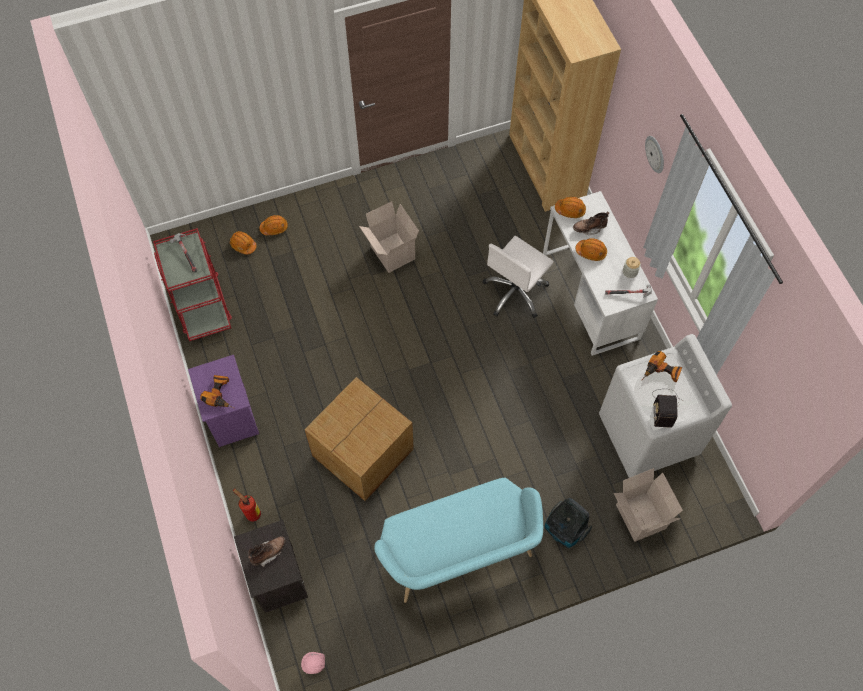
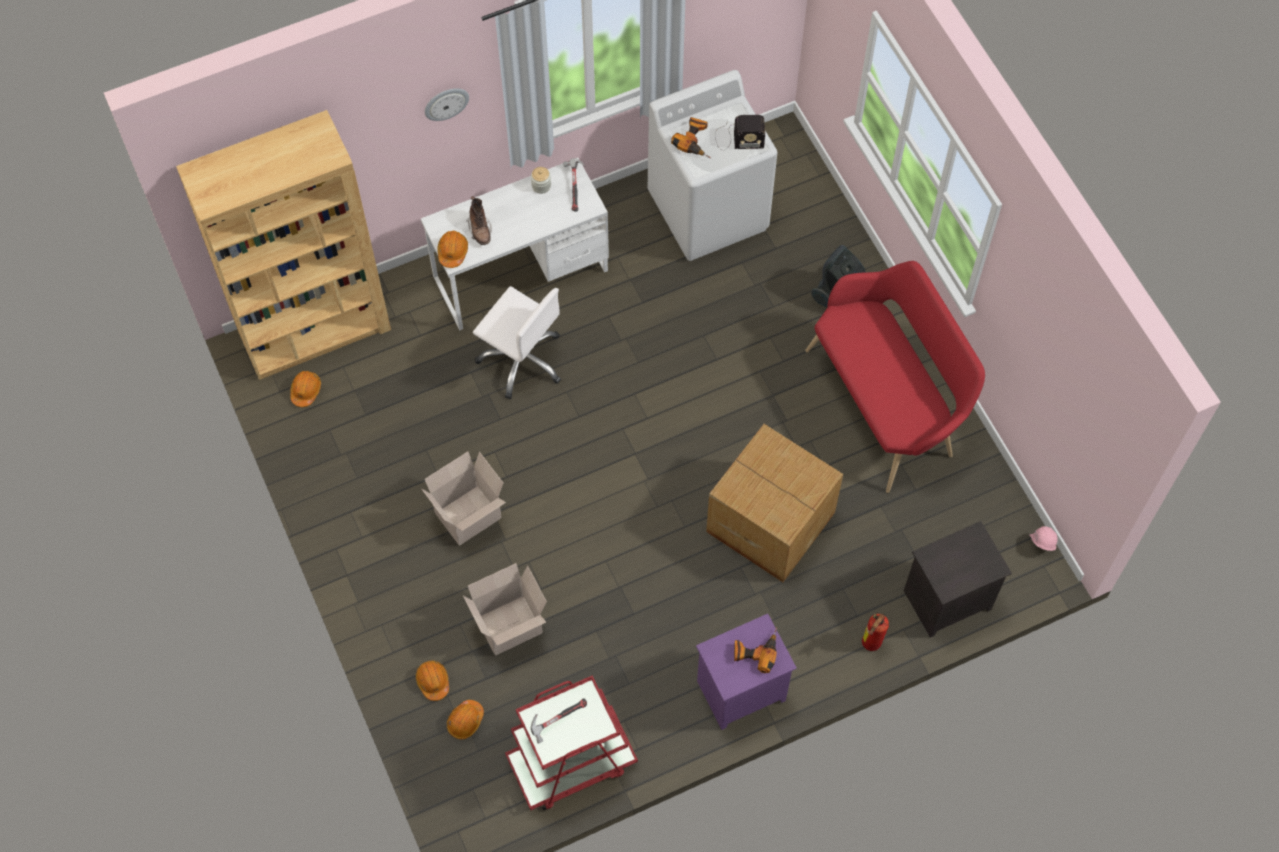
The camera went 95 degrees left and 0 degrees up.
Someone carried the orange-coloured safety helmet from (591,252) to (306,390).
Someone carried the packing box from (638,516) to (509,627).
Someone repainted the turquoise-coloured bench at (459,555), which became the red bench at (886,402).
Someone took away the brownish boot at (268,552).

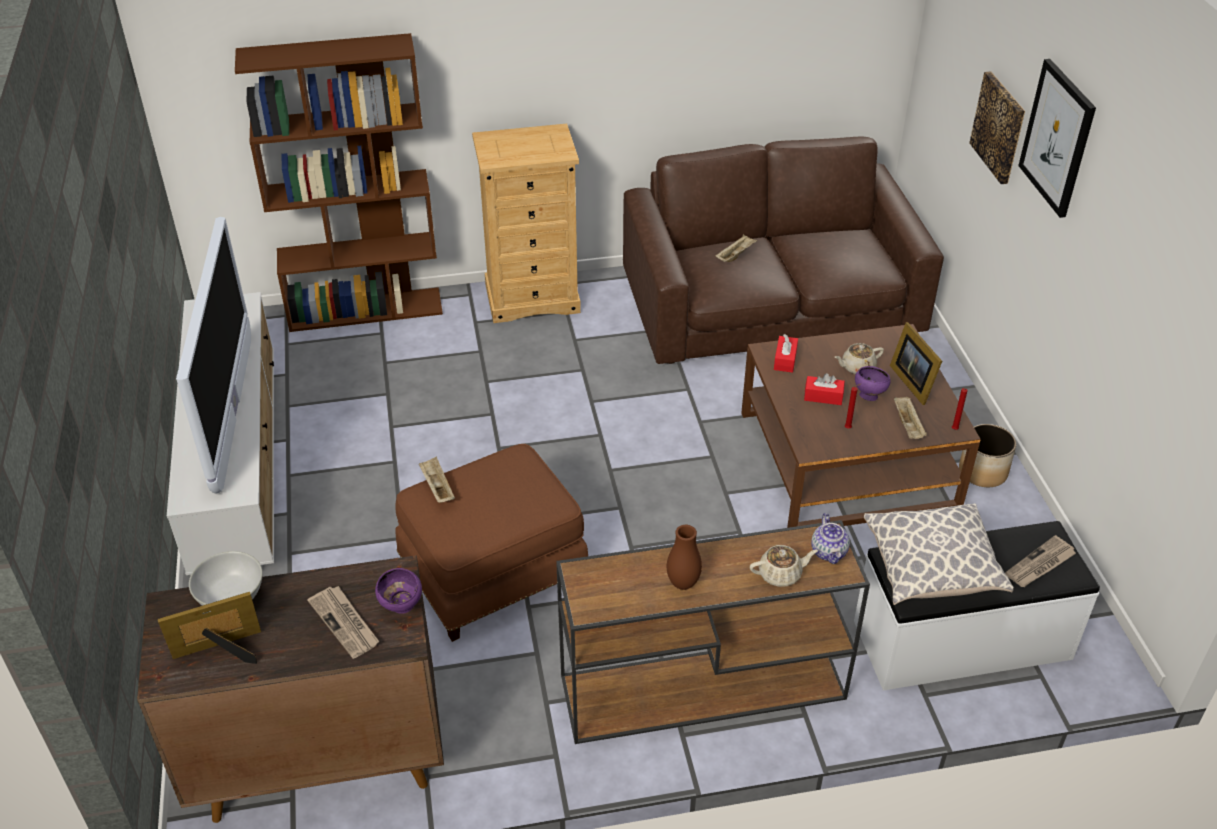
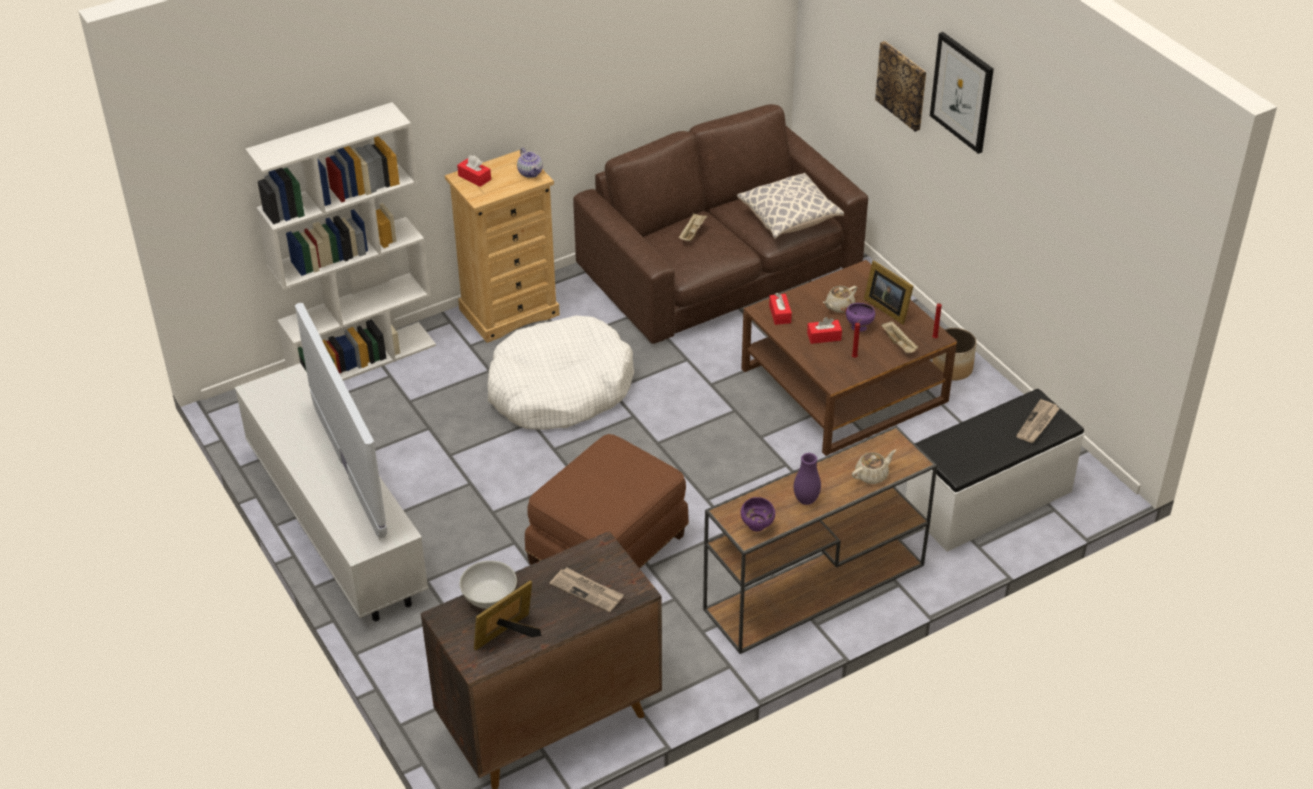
The camera went 20 degrees left and 0 degrees up.
Someone repainted the brownish shelving unit at (366,309), which became the white-coloured shelving unit at (362,358).
Someone put down the red tissue box at (474,177).
Someone put down the white-coloured dog bed at (559,389).
Someone carried the teapot from (829,552) to (530,173).
Someone carried the throw pillow from (931,569) to (789,219).
Someone carried the purplish deep dish from (402,607) to (757,527).
Someone repainted the brownish flower vase at (683,583), which became the purplish flower vase at (806,500).
Someone took away the beige carrying tray at (437,487).

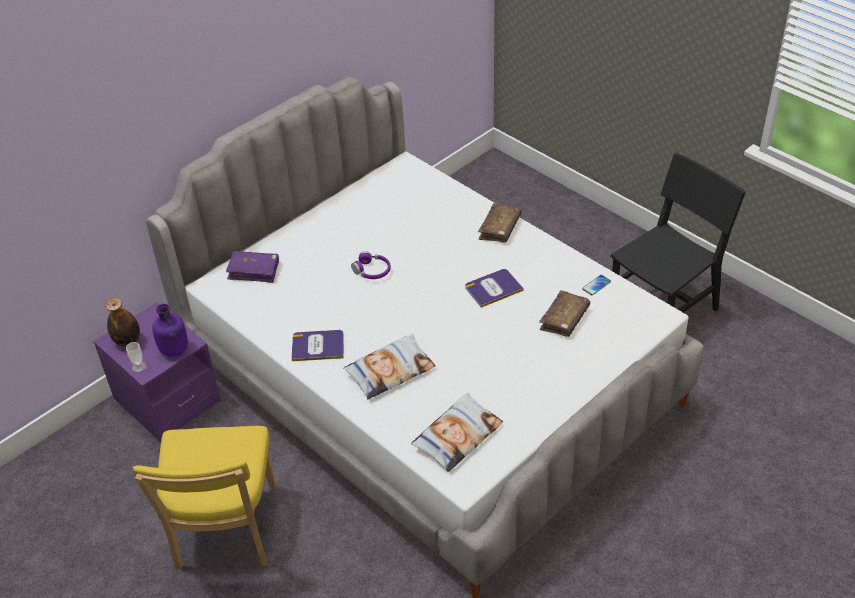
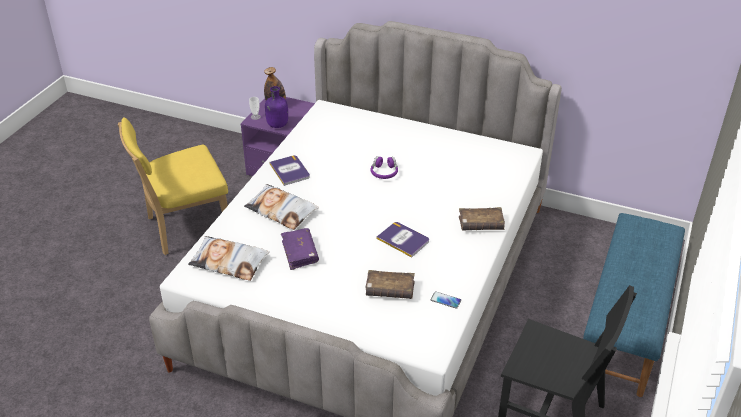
The camera went 65 degrees right and 5 degrees down.
Someone carried the purplish book from (254,271) to (300,253).
Someone put down the blue-coloured bench at (627,324).

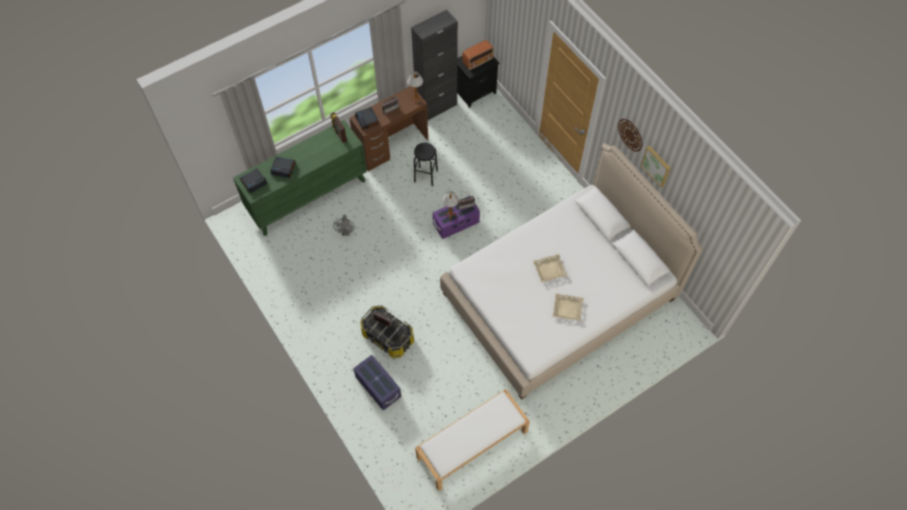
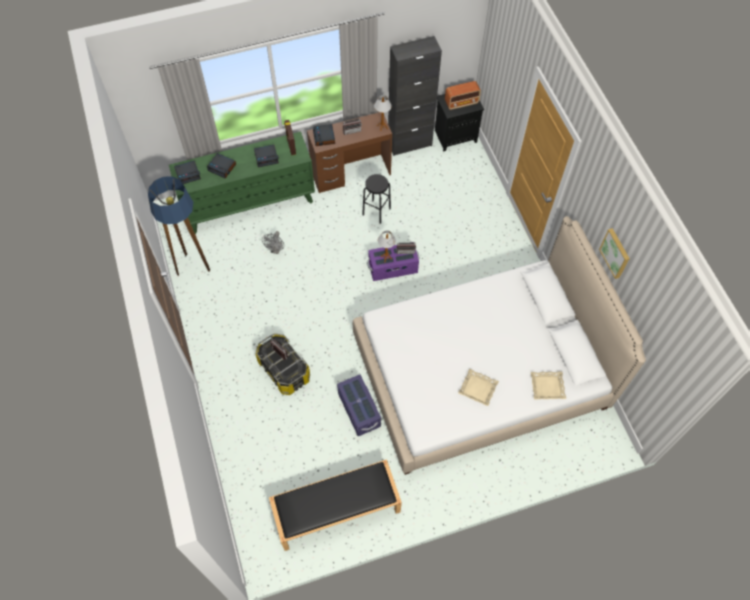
The camera went 15 degrees right and 0 degrees up.
Someone put down the standing lamp at (194,267).
Someone put down the table clock at (266,157).
Someone repainted the white-coloured bench at (471,445), which became the black bench at (336,510).
Someone carried the purplish storage box from (378,387) to (359,410).
Someone carried the beige carrying tray from (549,269) to (547,386).
Someone took away the hanging clock at (630,134).

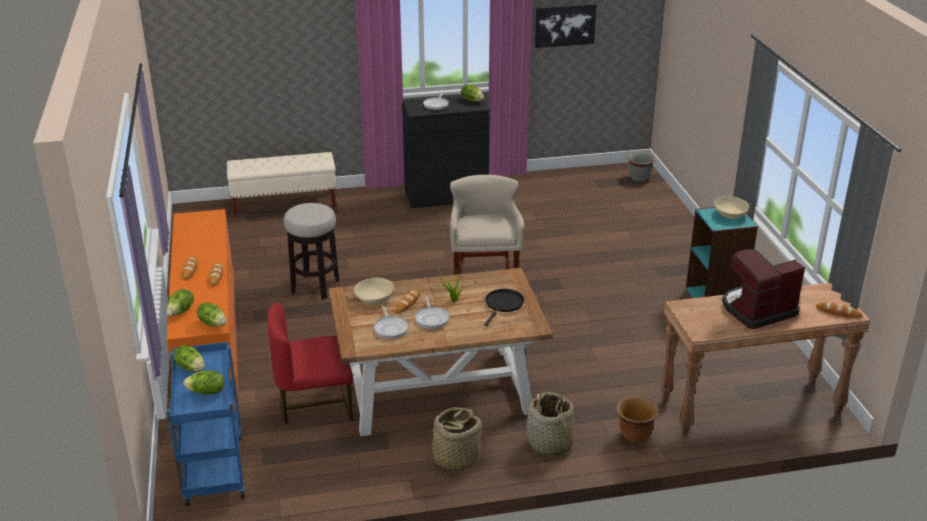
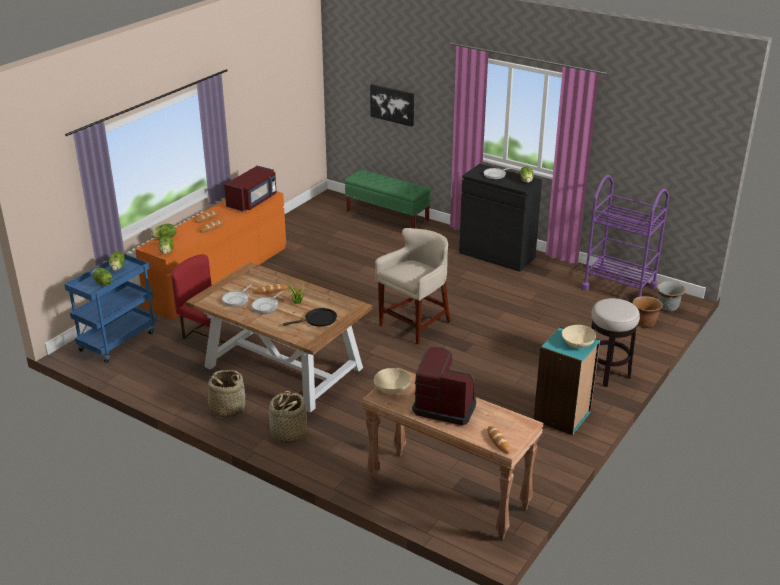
The camera went 45 degrees right and 0 degrees up.
Someone put down the red kitchen microwave at (253,201).
Someone repainted the beige bench at (284,204), which became the greenish bench at (387,216).
Someone carried the wall art from (564,25) to (392,104).
Someone carried the beige deep dish from (374,299) to (392,388).
Someone put down the purplish trolley at (619,287).
Someone carried the stool seat from (315,286) to (607,374).
Someone carried the brownish planter from (635,435) to (644,323).

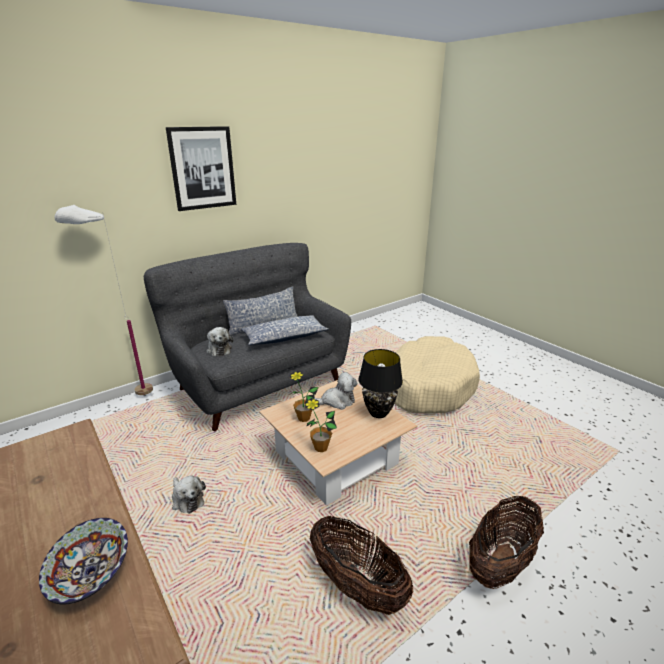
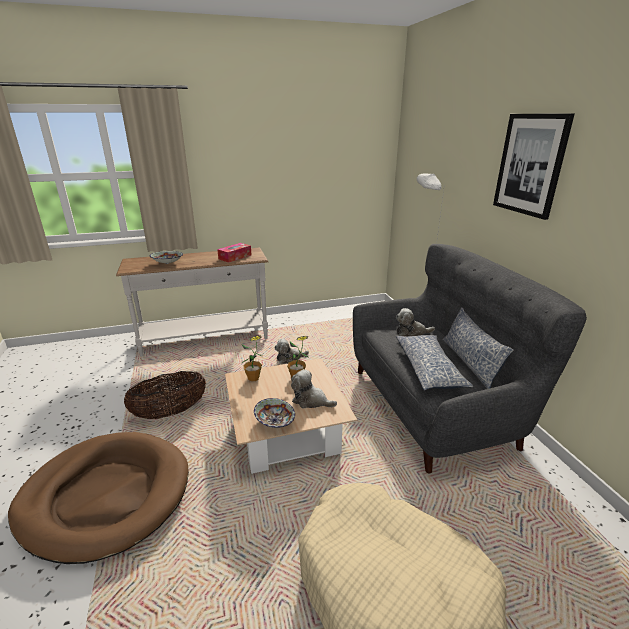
The camera went 110 degrees right and 0 degrees up.
Someone swapped the basket at (500,562) for the brownish dog bed at (106,496).
Someone put down the tissue box at (235,257).
Someone swapped the black lamp for a table at (378,413) for the deep dish at (274,422).
Someone rotated the soft toy at (337,401) by 105 degrees clockwise.

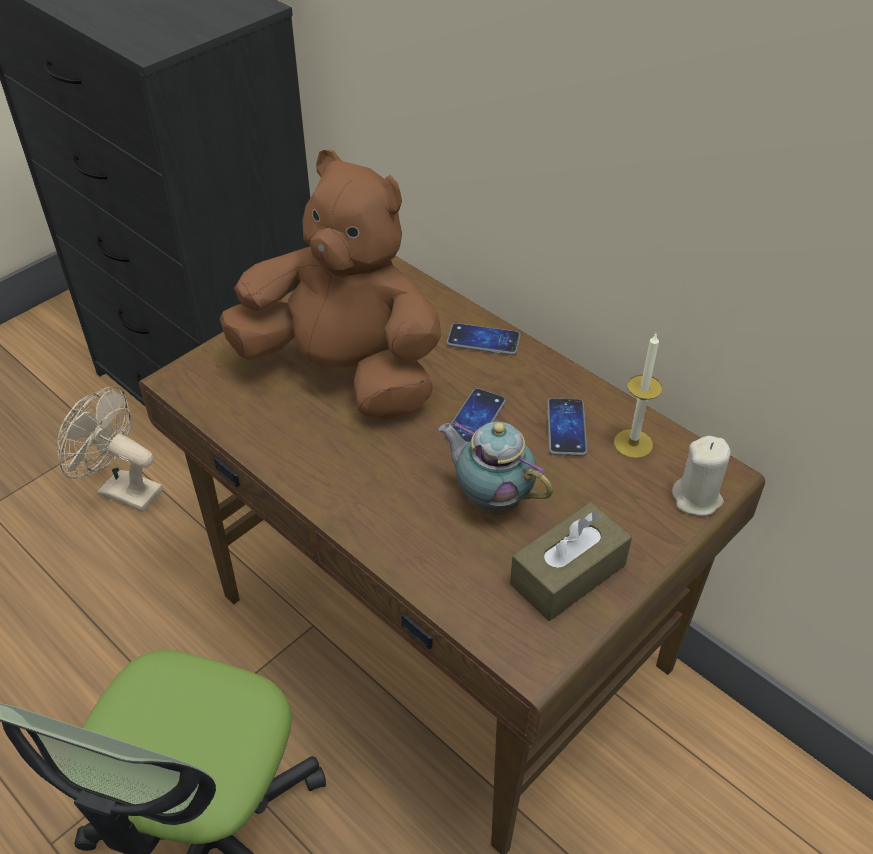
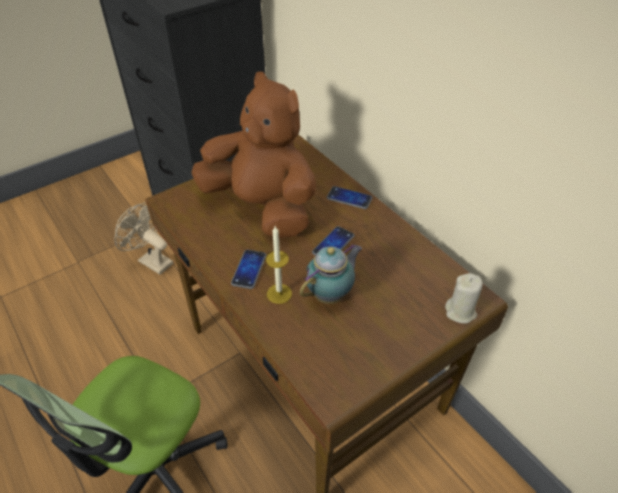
The camera went 10 degrees right and 0 degrees up.
Someone carried the handset from (566,428) to (249,269).
Someone carried the candle from (633,444) to (279,293).
Someone rotated the teapot at (491,499) by 90 degrees clockwise.
Someone took away the brownish tissue box at (568,574).

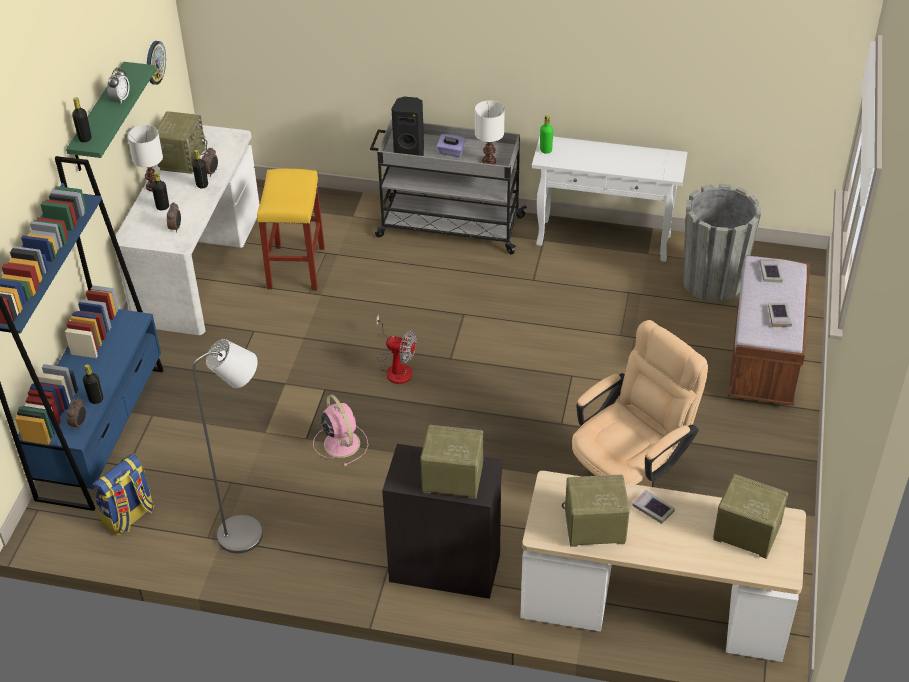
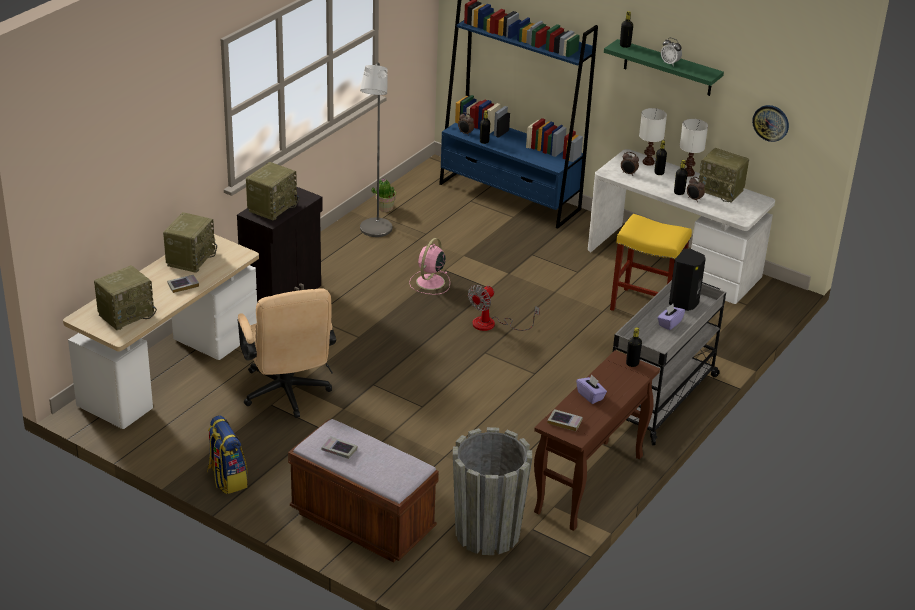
The camera went 110 degrees right and 10 degrees down.
Someone carried the backpack from (129,517) to (227,478).
Someone put down the houseplant at (385,208).
Someone rotated the pinkish cooling fan at (341,442) by 120 degrees clockwise.
Someone repainted the white-coloured narrow table at (604,240), which became the brownish narrow table at (589,485).
Someone carried the book from (770,272) to (564,422).
Someone put down the purplish tissue box at (590,396).
Someone repainted the greenish drink bottle at (545,150), which became the black drink bottle at (632,363).
Someone carried the white-coloured lamp for a table from (489,162) to (648,162).

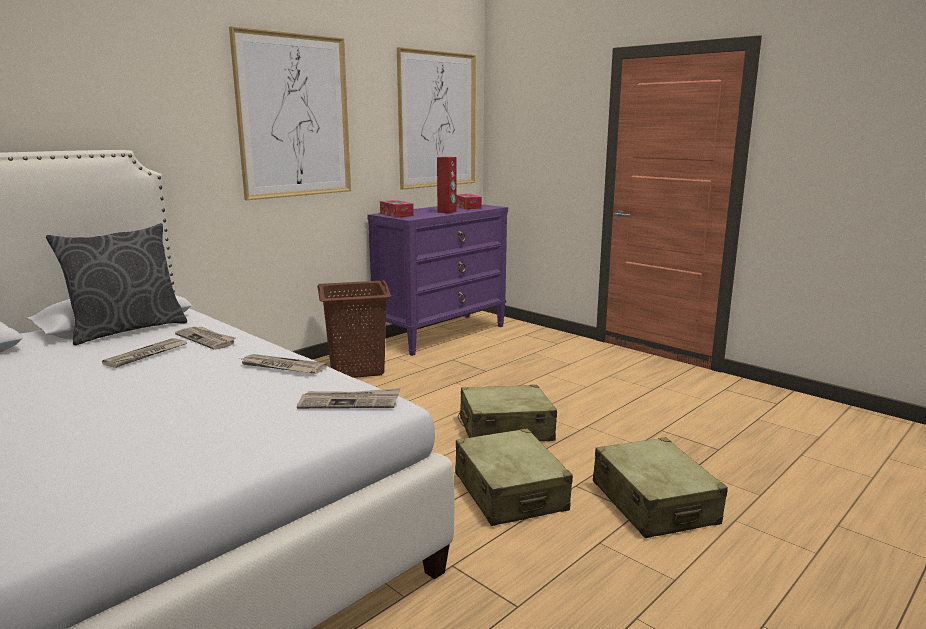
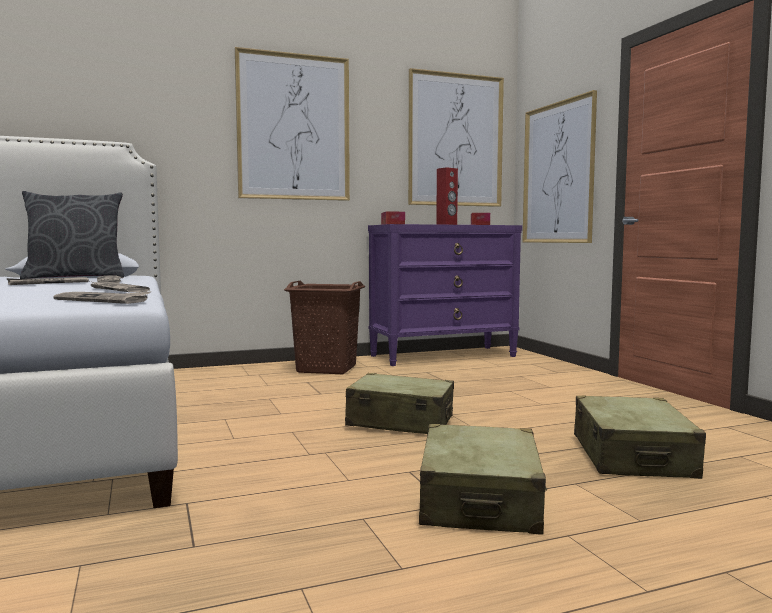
The camera went 25 degrees right and 10 degrees down.
Someone put up the wall art at (558,173).
Someone carried the beige suitcase from (510,492) to (632,456).

